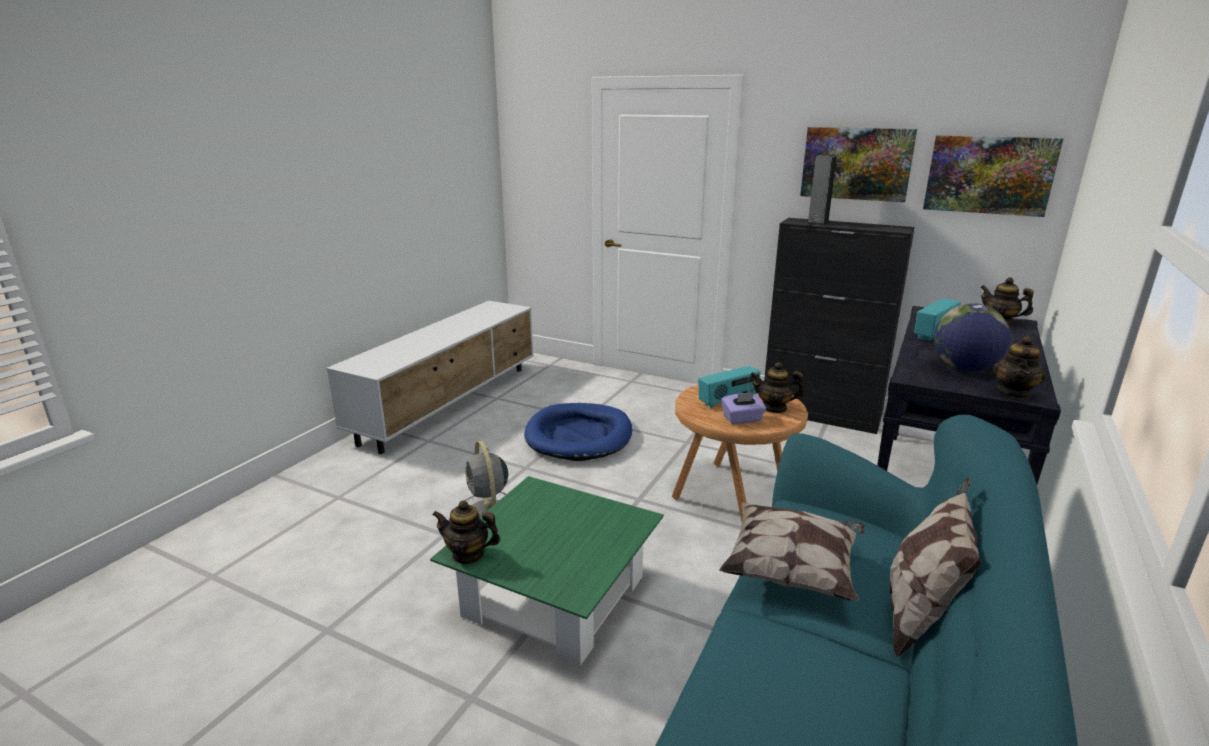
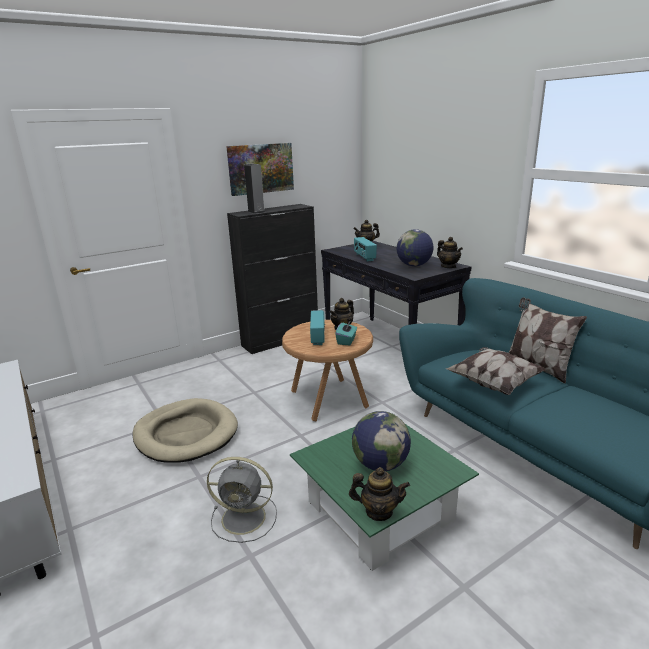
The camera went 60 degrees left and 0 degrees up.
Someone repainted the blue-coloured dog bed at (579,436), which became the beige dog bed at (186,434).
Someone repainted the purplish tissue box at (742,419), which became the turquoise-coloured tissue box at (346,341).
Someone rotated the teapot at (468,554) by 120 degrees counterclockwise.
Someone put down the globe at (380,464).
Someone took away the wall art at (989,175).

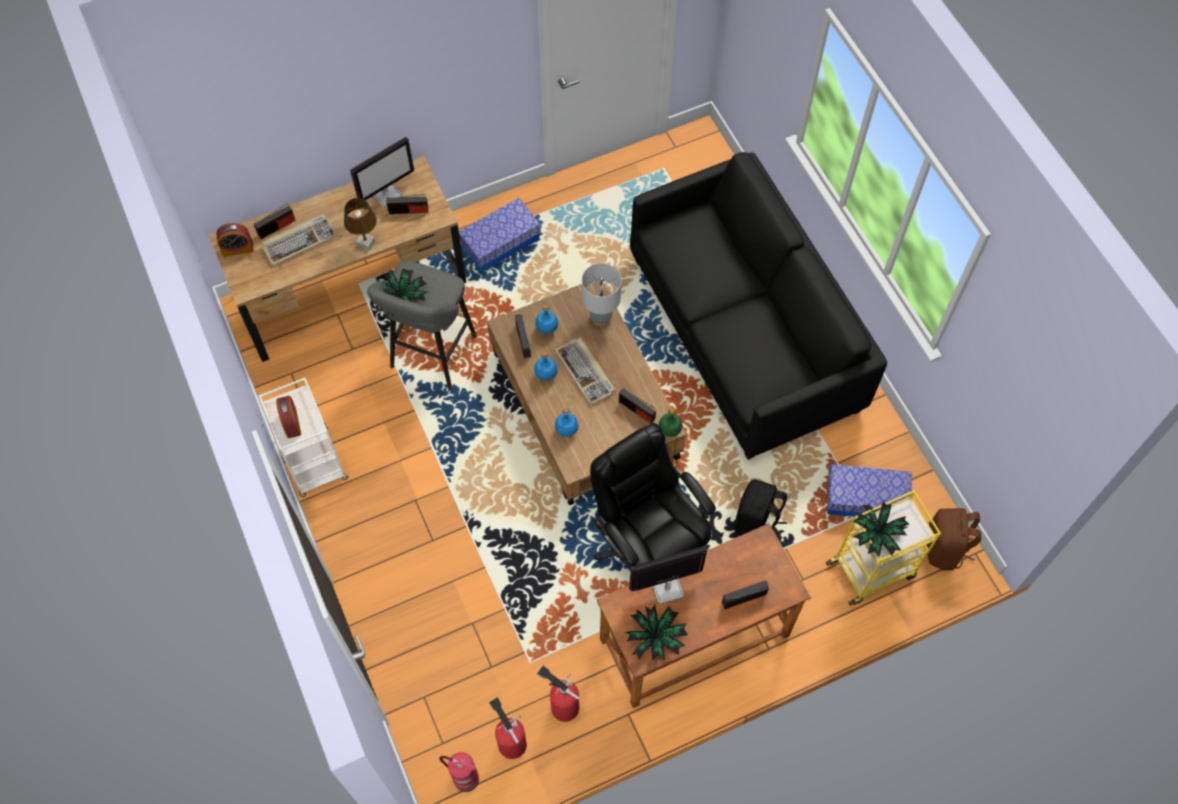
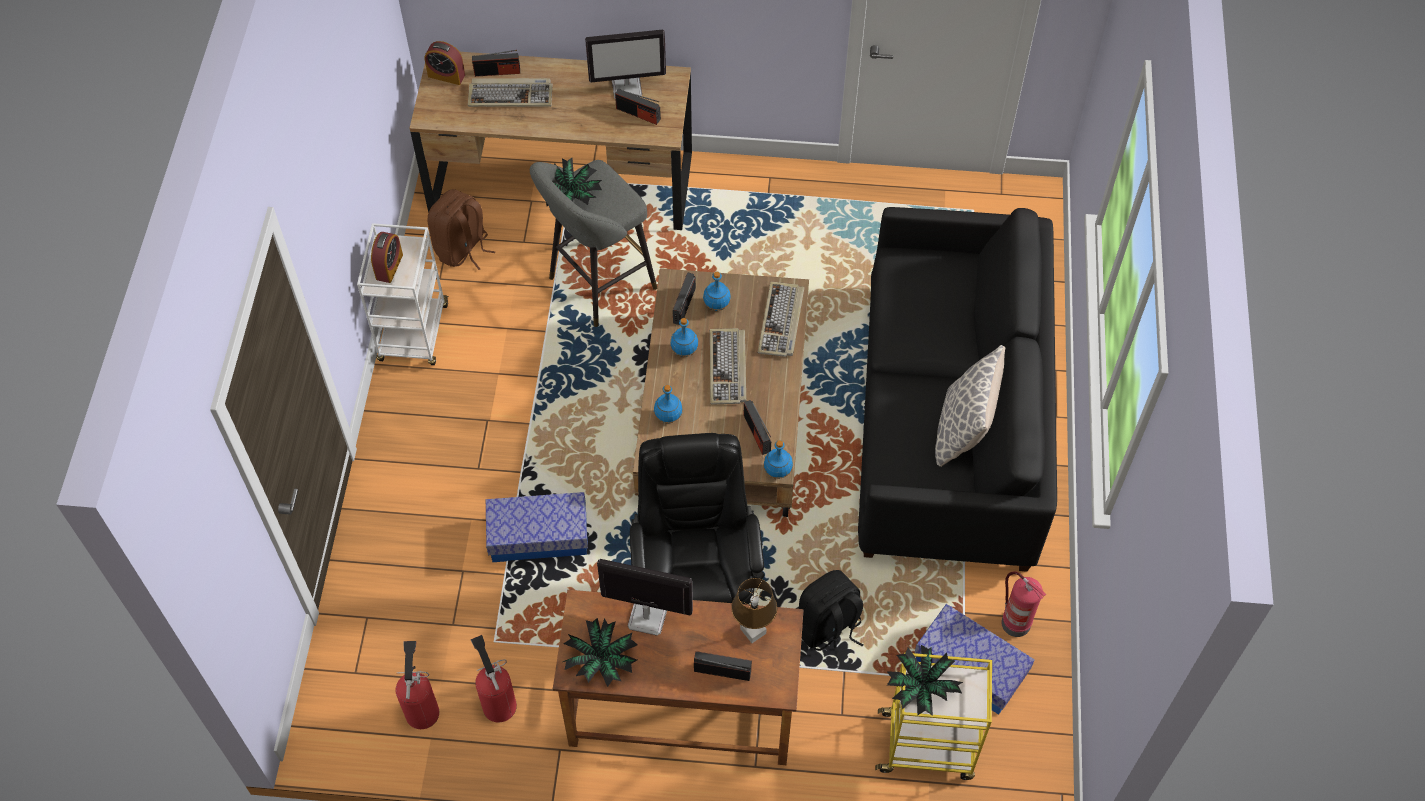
The camera went 30 degrees right and 5 degrees down.
Someone carried the brownish backpack from (944,549) to (463,249).
Someone carried the storage box from (500,243) to (539,536).
Someone carried the brownish lamp for a table from (365,244) to (752,631).
Someone swapped the gray lamp for a table at (601,318) for the keyboard at (781,322).
Someone repainted the greenish drink bottle at (669,431), which became the blue-coloured drink bottle at (777,472).
Someone put down the throw pillow at (963,430).
Someone carried the extinguisher from (464,779) to (1014,622).

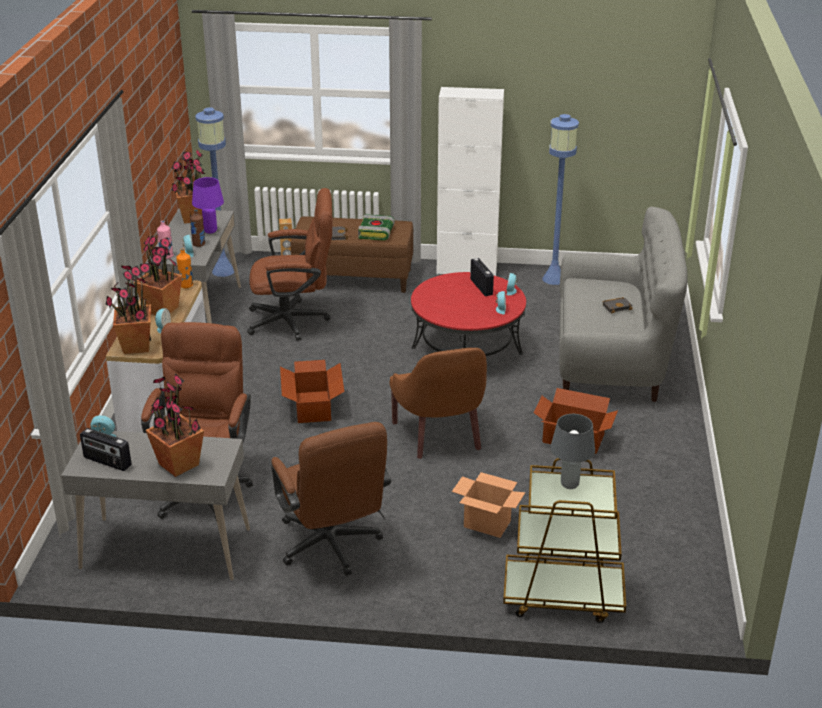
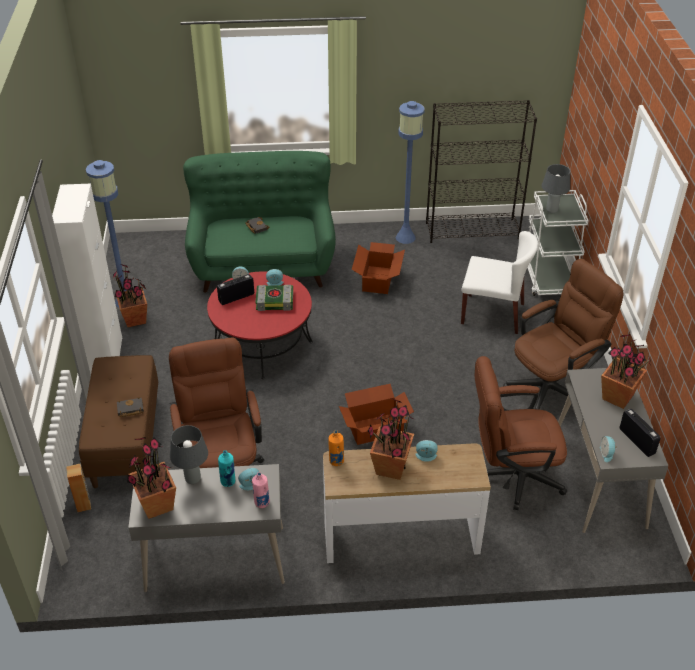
The camera went 100 degrees left and 10 degrees up.
Someone carried the houseplant from (136,346) to (135,320).
Someone repainted the purplish lamp for a table at (210,231), which became the gray lamp for a table at (193,479).
Someone repainted the gray settee at (612,359), which became the greenish settee at (263,265).
Someone repainted the brownish drink bottle at (199,244), which became the turquoise-coloured drink bottle at (228,481).
Someone carried the book from (376,233) to (275,301).
Someone carried the blue-coloured standing lamp from (223,271) to (405,237).
Someone put down the black shelving unit at (472,230).
Someone swapped the packing box at (486,524) for the white-coloured chair at (493,313).
Someone repainted the brownish trolley at (562,596), which became the white-coloured trolley at (548,277).
Someone rotated the radio set at (107,462) by 45 degrees counterclockwise.
Someone took away the brownish armchair at (441,435).

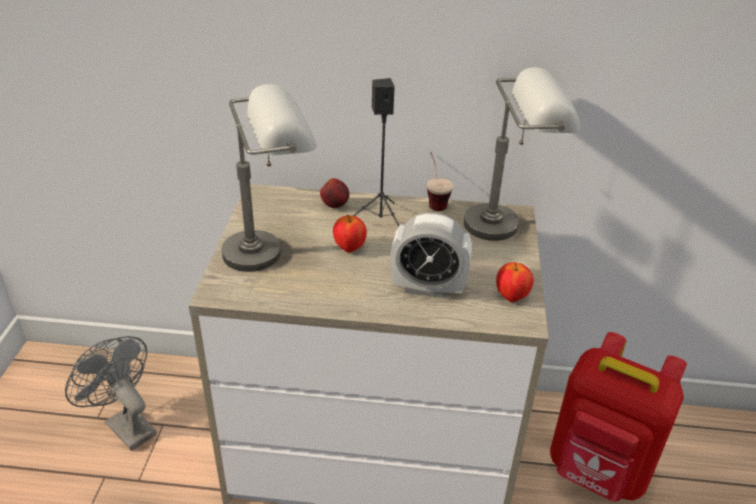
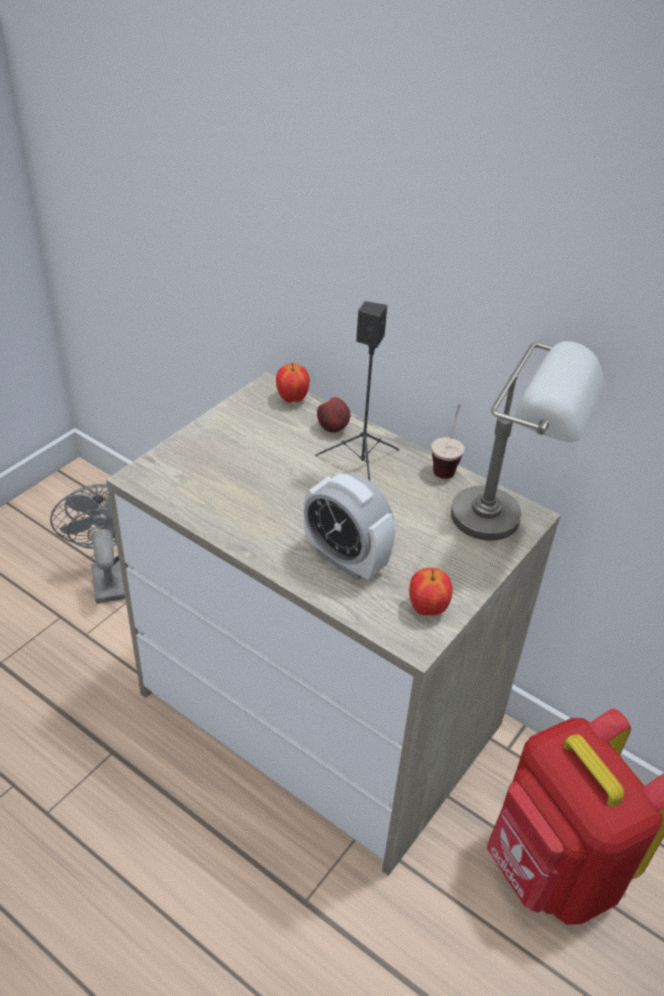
The camera went 30 degrees right and 5 degrees up.
Someone carried the whole apple from (349,248) to (292,399).
Someone took away the gray lamp for a table at (271,249).

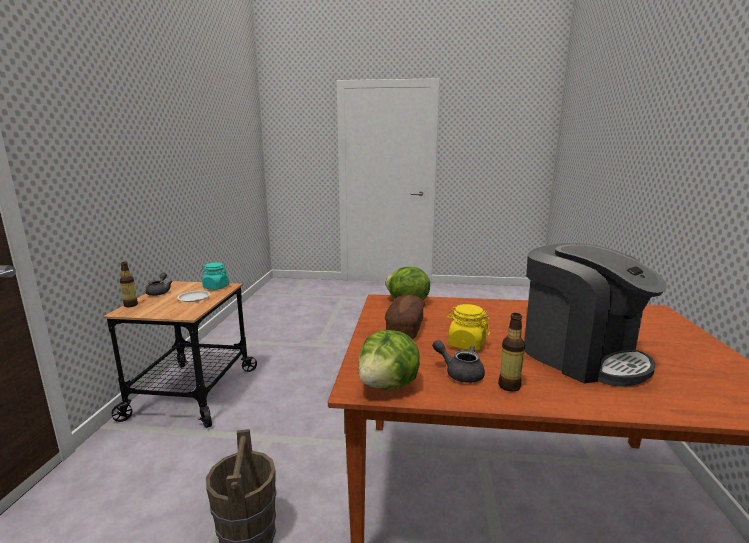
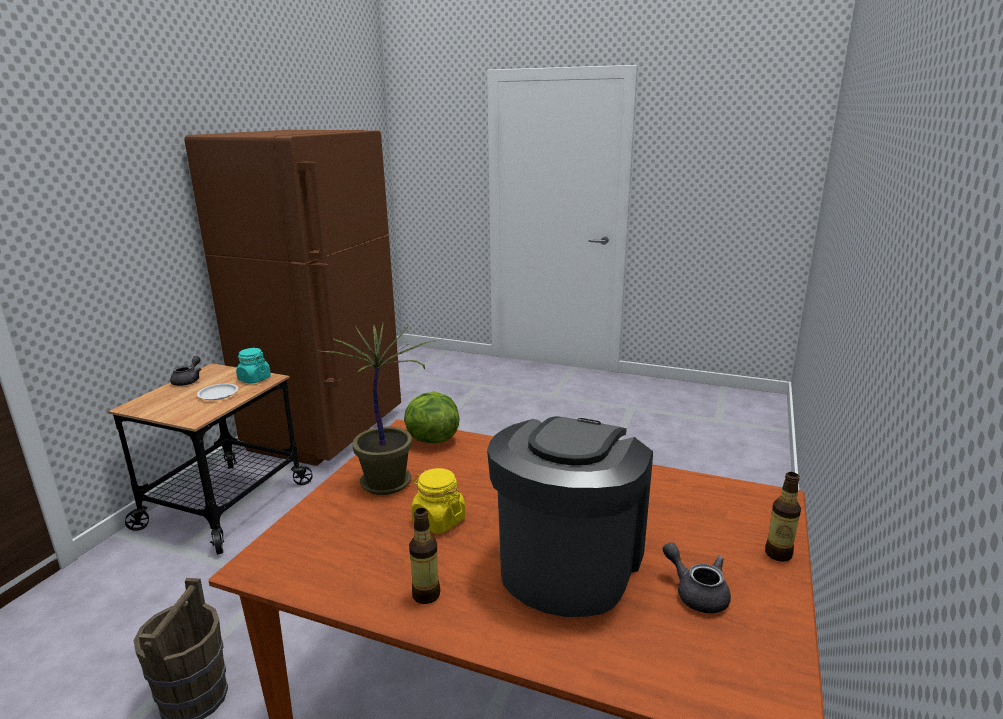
The camera went 15 degrees right and 5 degrees up.
Someone put down the brownish refrigerator at (327,431).
Someone swapped the bread at (405,328) for the houseplant at (388,483).
Someone rotated the coffee brewer at (580,355) by 135 degrees counterclockwise.
Someone carried the gray teapot from (460,373) to (696,593).
Someone carried the drink bottle from (131,305) to (778,554).
Someone took away the head of lettuce at (388,385).

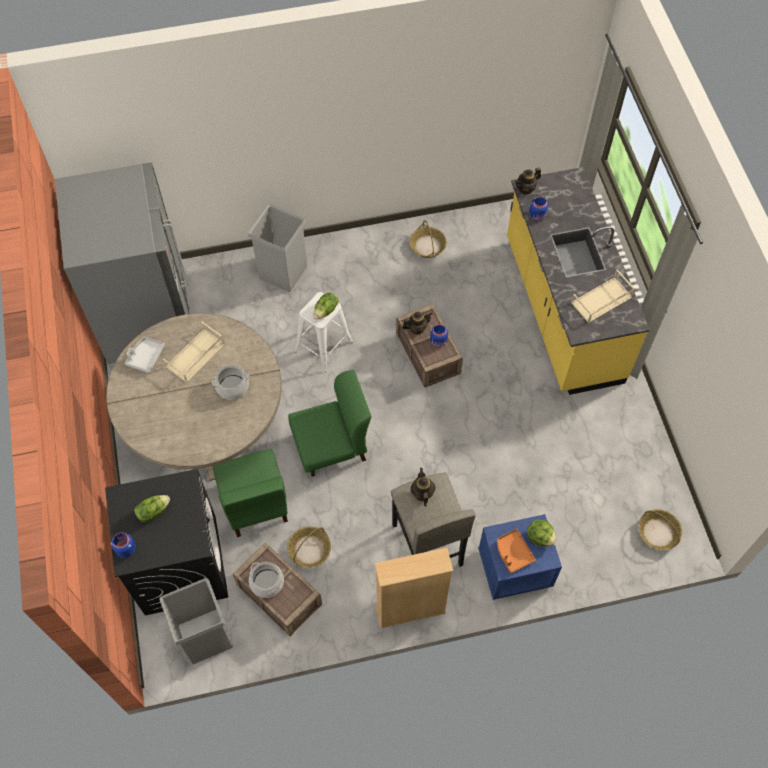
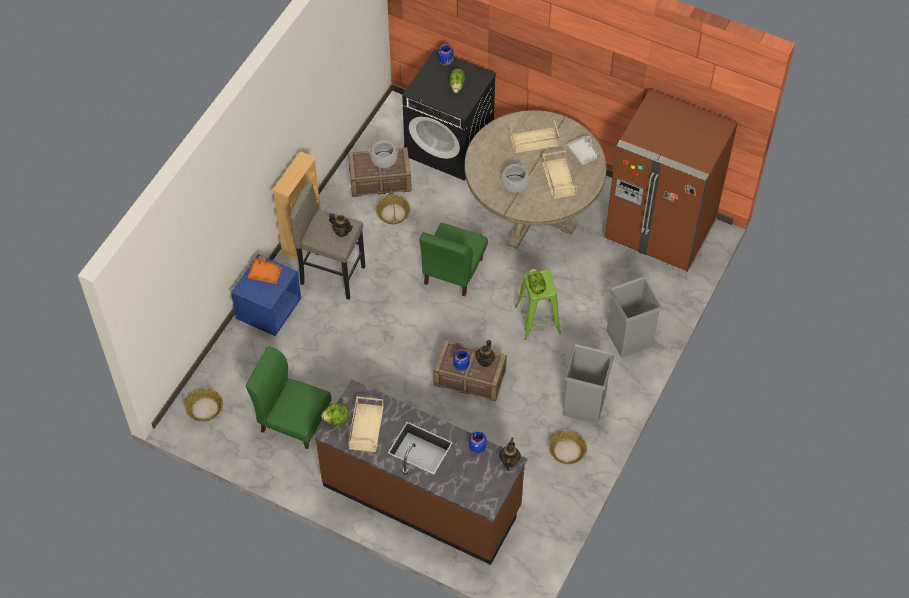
The camera went 130 degrees right and 5 degrees down.
Someone carried the greenish chair from (255,503) to (293,420).
Someone repainted the yellowish kitchen counter at (561,310), which became the brownish kitchen counter at (422,496).
Someone carried the head of lettuce from (540,537) to (336,419).
Someone put down the beige carrying tray at (533,141).
Someone repainted the white-coloured stool seat at (323,347), which became the greenish stool seat at (537,319).
Someone carried the gray rubbish bin from (206,636) to (584,404).
Someone repainted the gray refrigerator at (148,319), which became the brownish refrigerator at (659,232).

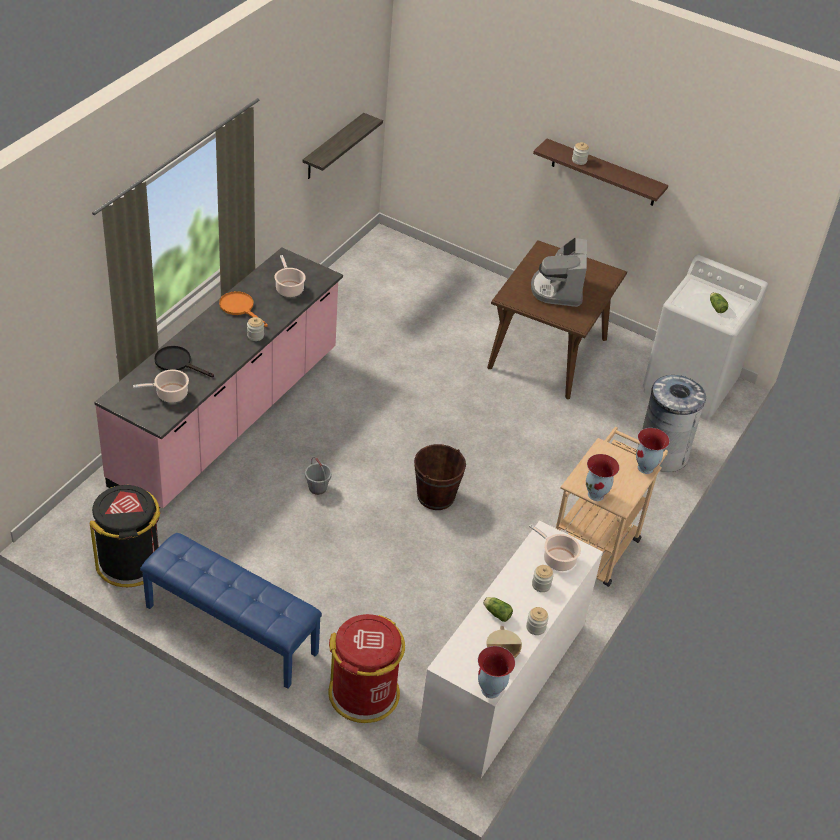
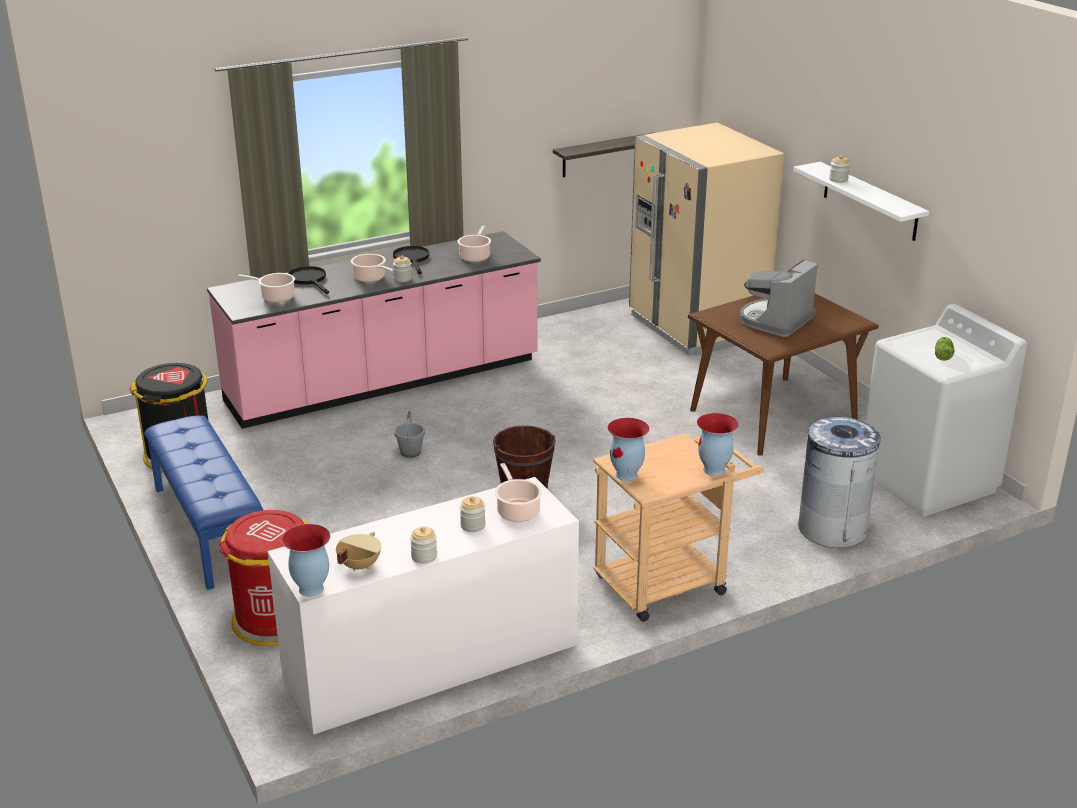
The camera went 35 degrees right and 15 degrees down.
Someone put down the cooking pot at (370,278).
Someone repainted the orange-coloured frying pan at (240,308), which became the black frying pan at (412,259).
Someone put down the beige refrigerator at (696,327).
Someone repainted the brownish bracket shelf at (604,173), which became the white-coloured bracket shelf at (870,201).
Someone took away the head of lettuce at (496,613).

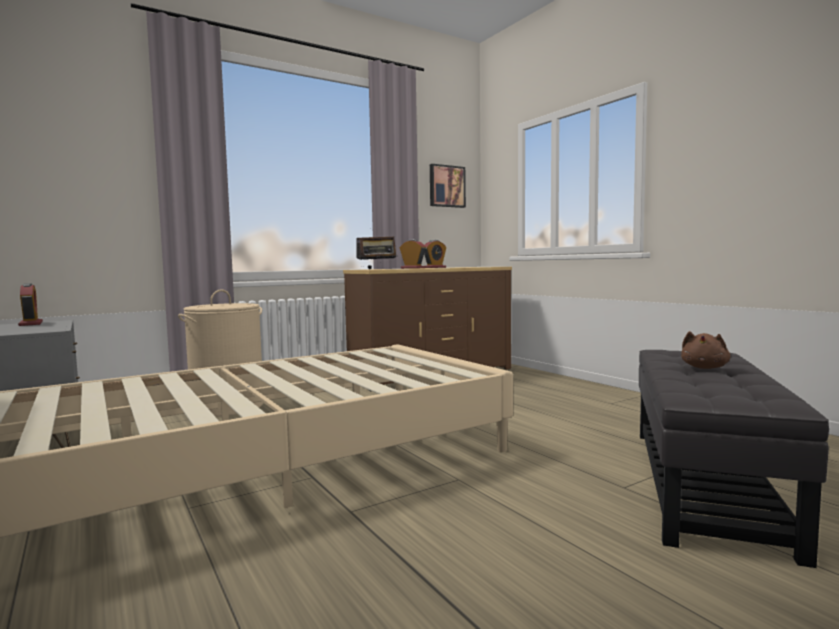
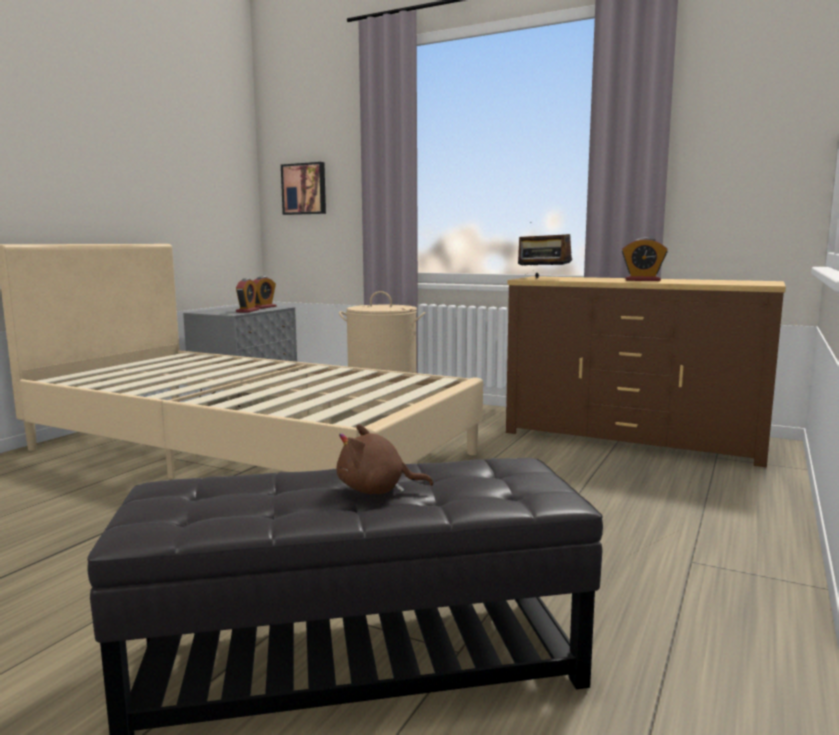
The camera went 60 degrees right and 5 degrees up.
Someone carried the table clock from (412,268) to (247,311).
Someone carried the wall art from (446,186) to (305,189).

